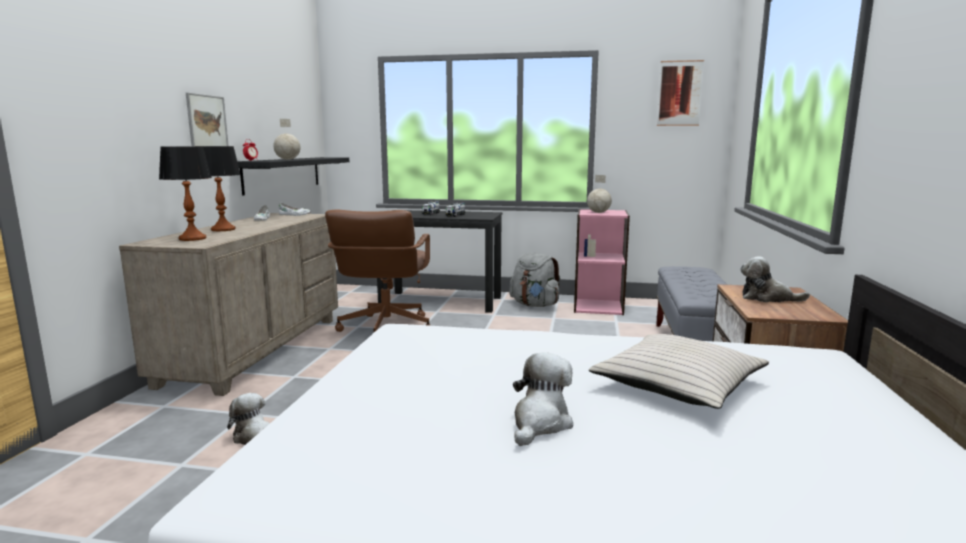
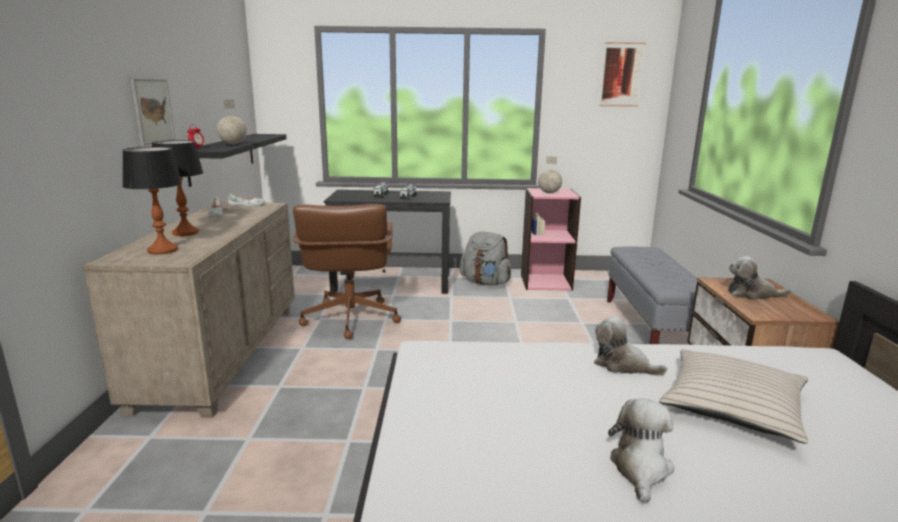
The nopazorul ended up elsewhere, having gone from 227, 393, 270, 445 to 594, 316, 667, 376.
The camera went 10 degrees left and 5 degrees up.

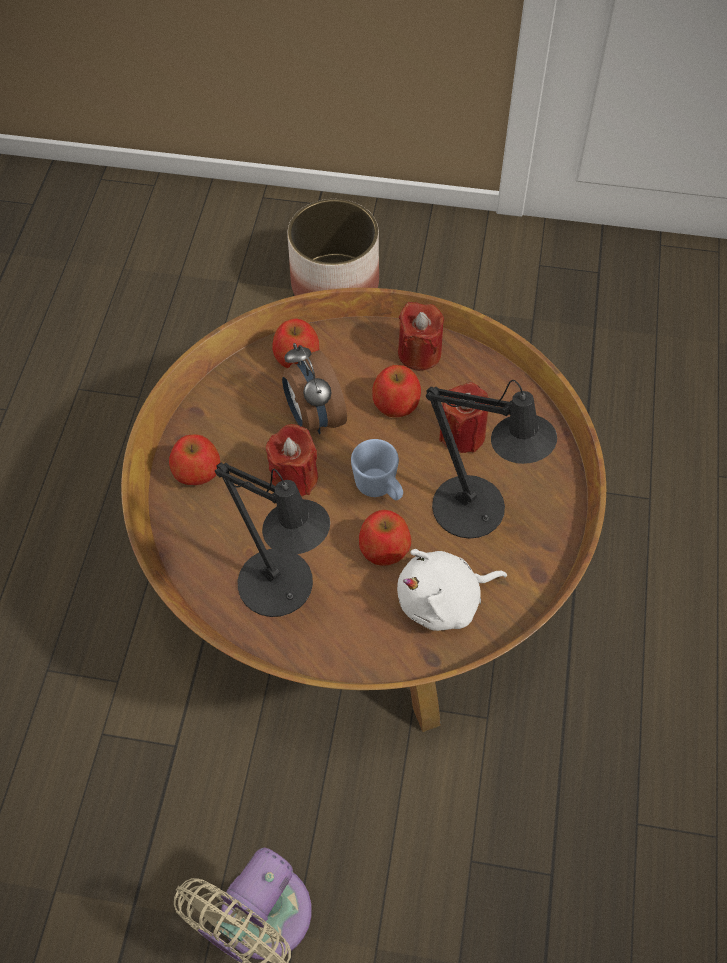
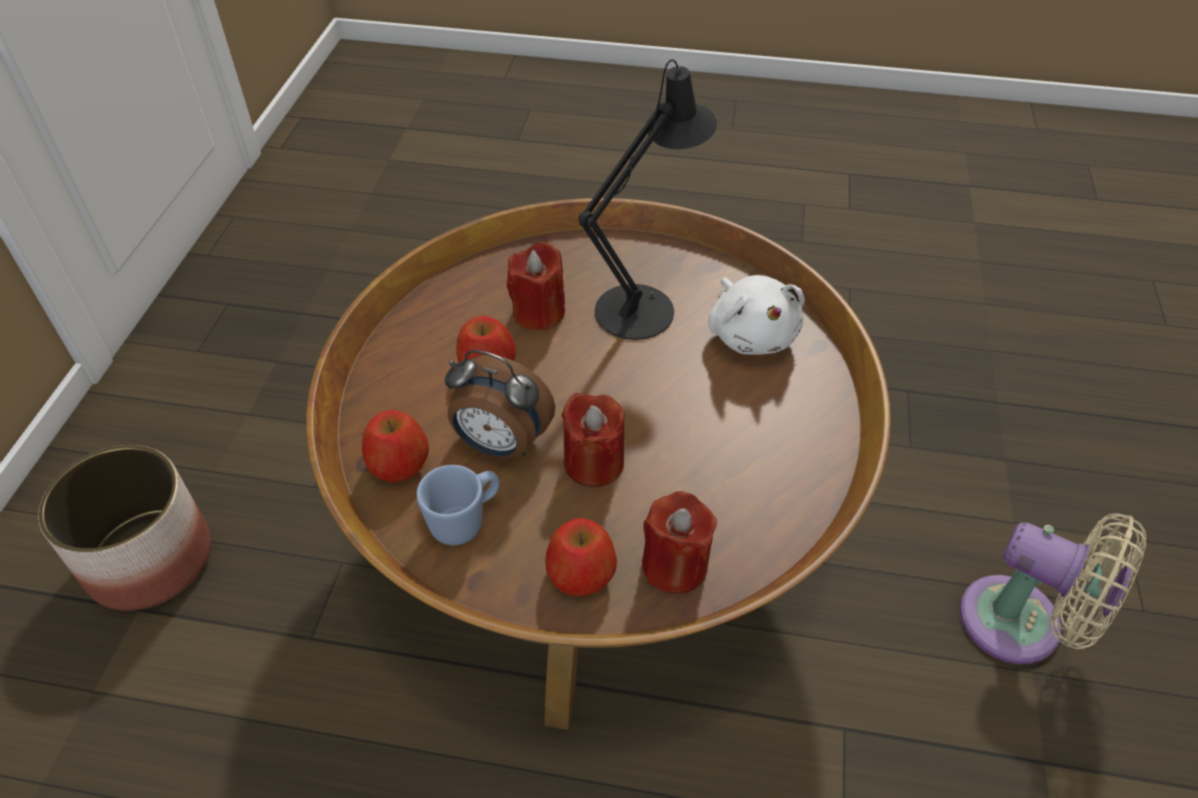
The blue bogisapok ended up elsewhere, having gone from 351, 439, 403, 500 to 416, 465, 500, 545.
The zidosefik at 282, 343, 347, 434 ended up facing another way, 45 degrees clockwise from before.
The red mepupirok ended up elsewhere, having gone from 398, 302, 444, 371 to 642, 491, 717, 594.
The second view lost the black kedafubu at 215, 463, 330, 617.
The second view lost the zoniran at 359, 510, 411, 565.
The camera went 90 degrees left and 10 degrees down.

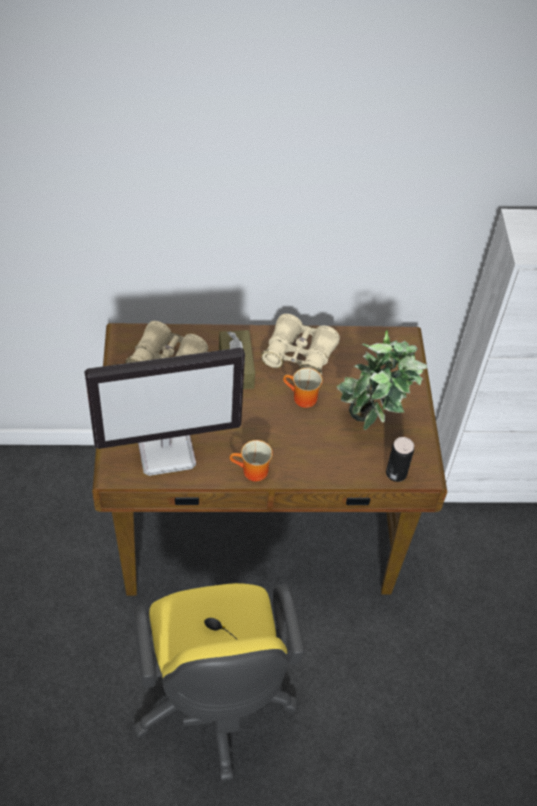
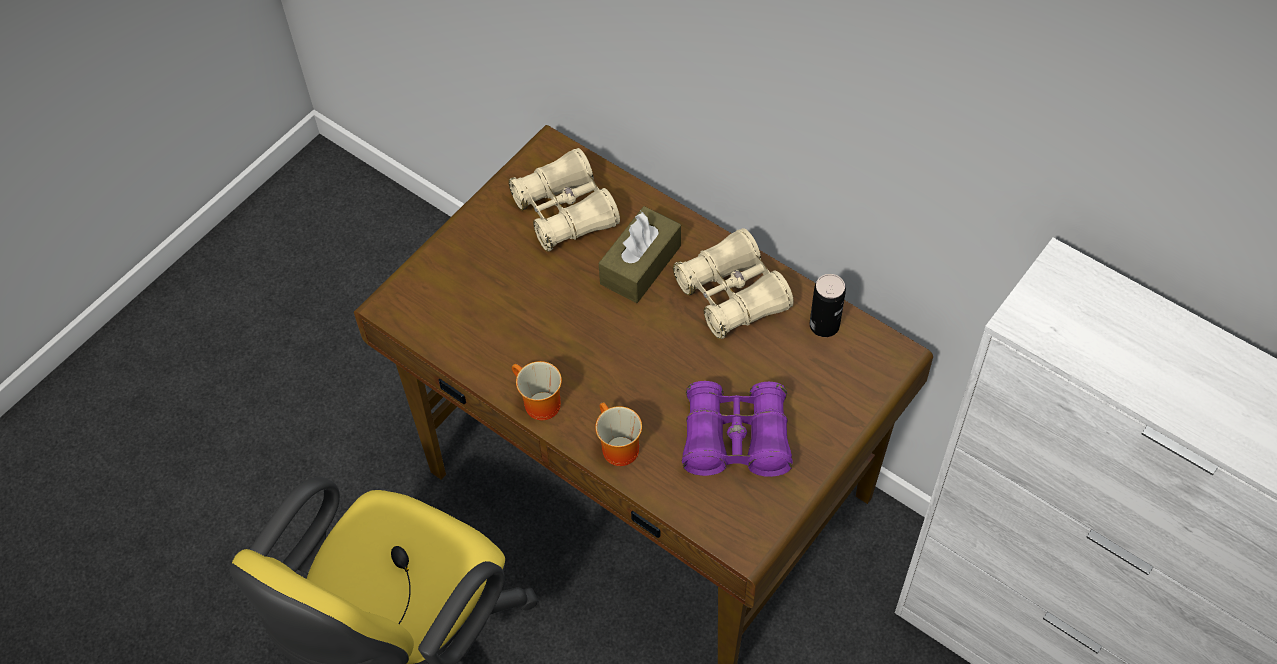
The bogisapok ended up elsewhere, having gone from 283, 368, 322, 408 to 595, 402, 642, 466.
Where the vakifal stood at 337, 330, 428, 430, the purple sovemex came to stand at 682, 381, 793, 477.
The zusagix ended up elsewhere, having gone from 386, 437, 414, 482 to 809, 274, 846, 337.
The second view lost the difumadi at 84, 348, 245, 476.
The camera went 45 degrees right and 5 degrees up.

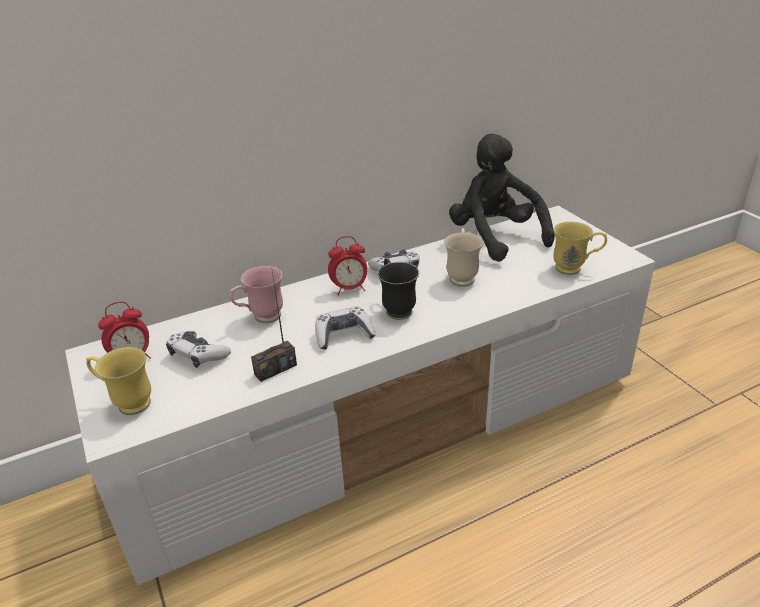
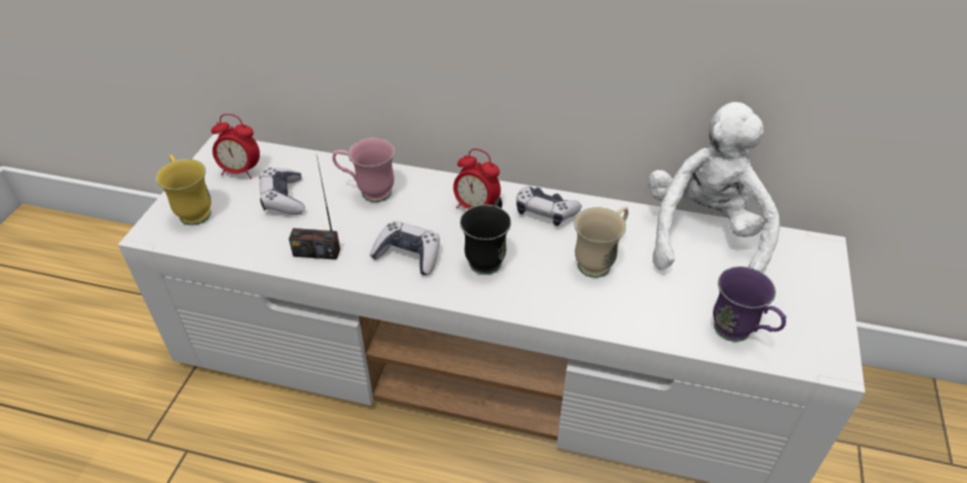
What was the black nopazorul at 449, 134, 555, 262 turned into the white nopazorul at 648, 102, 780, 273.
What was the yellow bogisapok at 553, 222, 607, 275 turned into the purple bogisapok at 713, 266, 786, 342.
The camera went 40 degrees right and 10 degrees up.

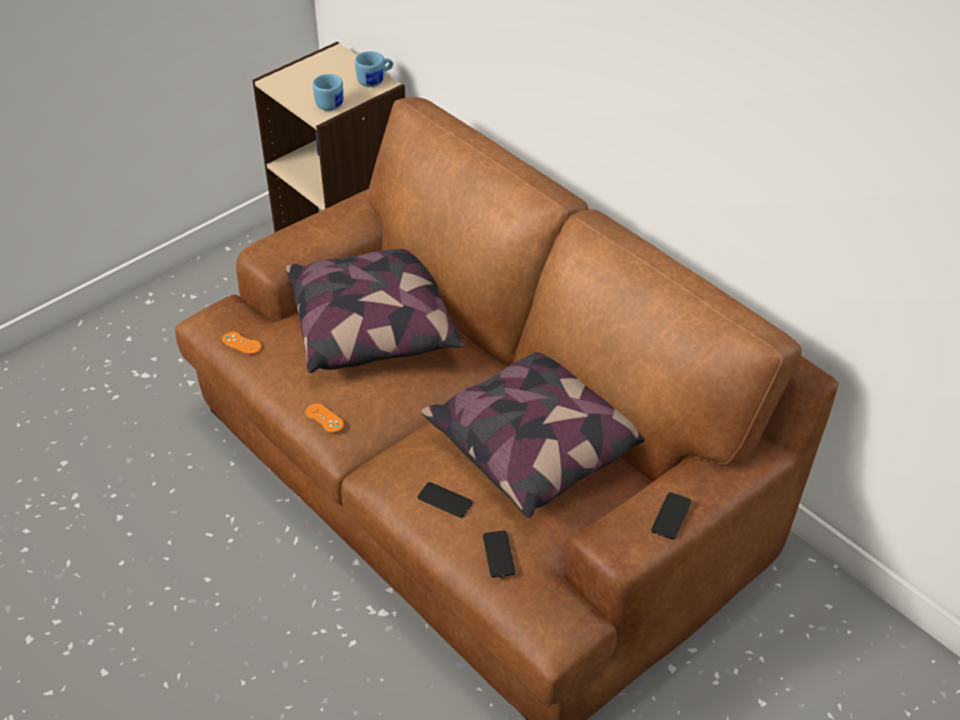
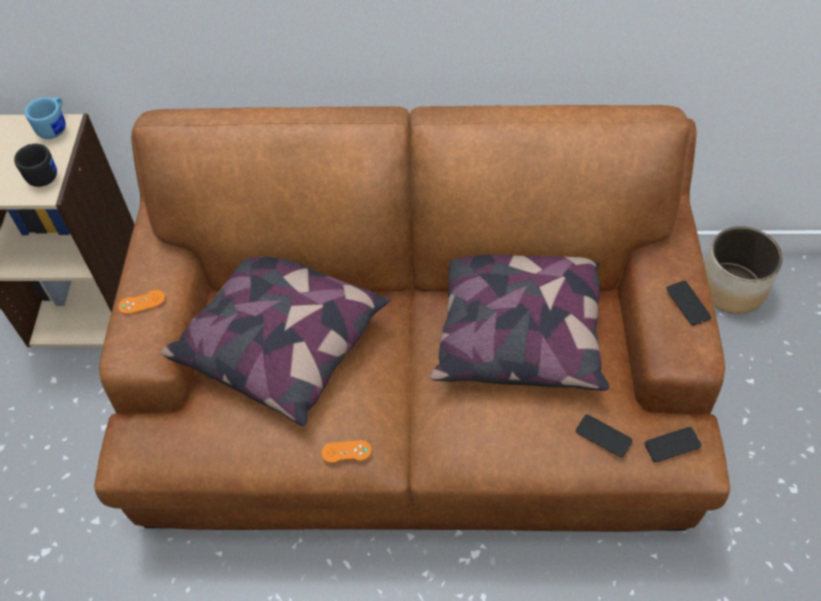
What was the blue bogisapok at 313, 74, 343, 111 turned into the black bogisapok at 14, 144, 57, 187.
The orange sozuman ended up elsewhere, having gone from 222, 332, 261, 354 to 118, 290, 165, 314.
The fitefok ended up elsewhere, having gone from 418, 482, 473, 518 to 644, 427, 702, 462.
The second view gained the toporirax at 704, 226, 783, 314.
The camera went 45 degrees left and 10 degrees up.

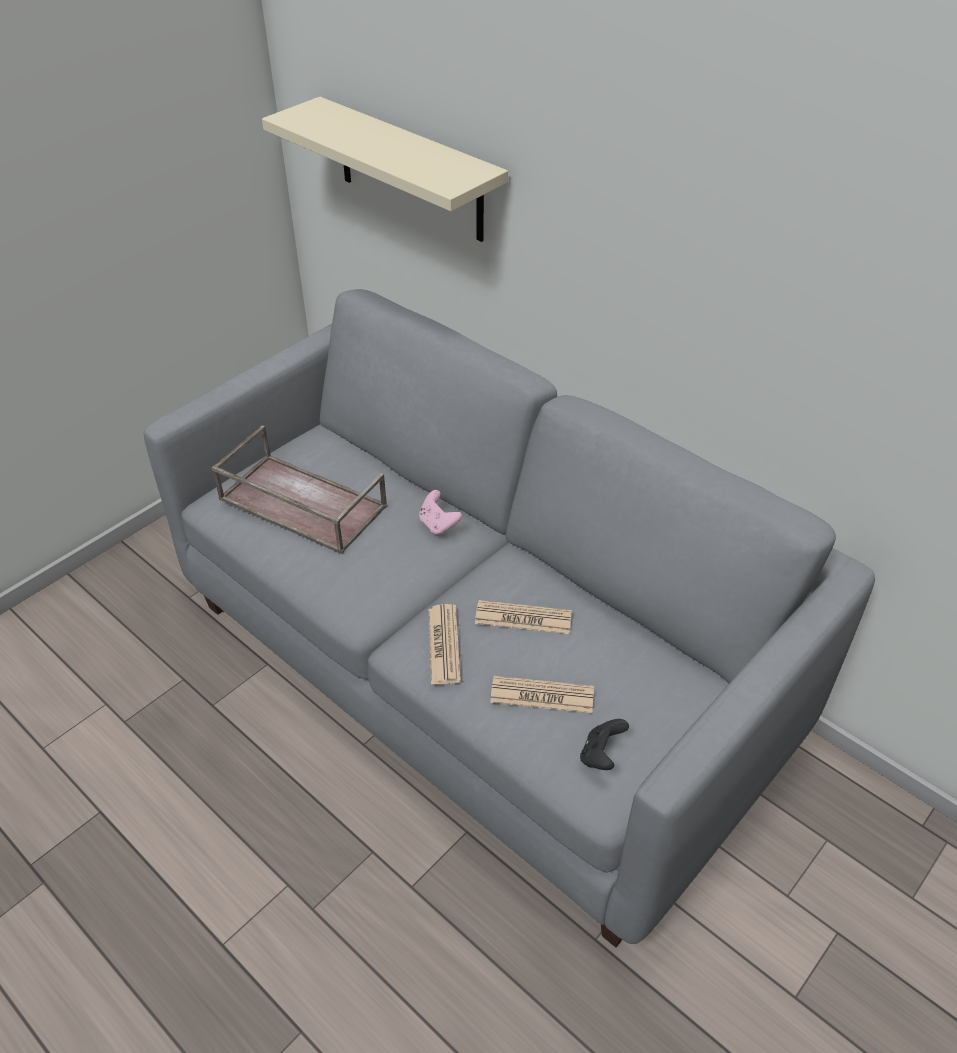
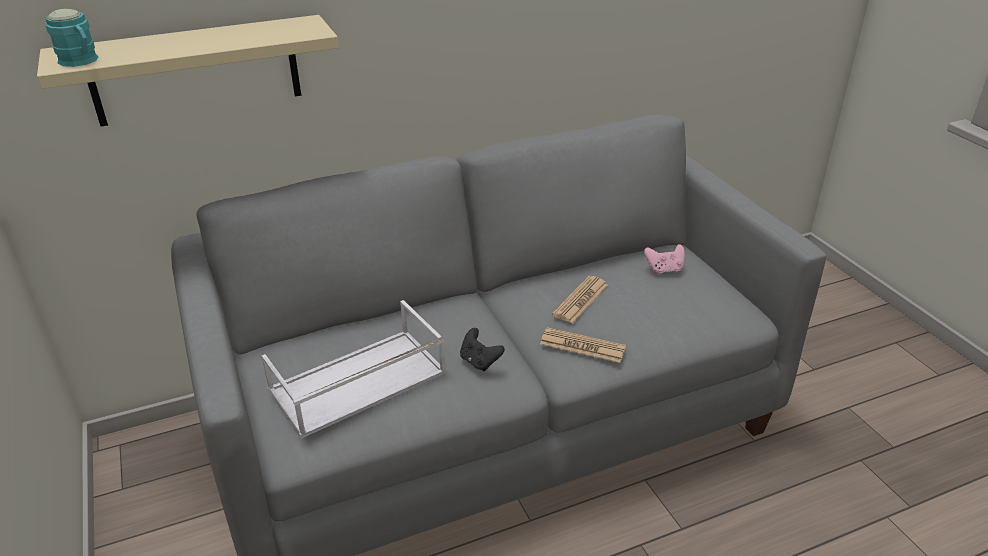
The second view gained the turquoise bogisapok at 46, 9, 98, 67.
What was the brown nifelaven at 211, 425, 387, 554 turned into the white nifelaven at 261, 300, 446, 438.
The black sozuman ended up elsewhere, having gone from 580, 719, 629, 770 to 460, 328, 505, 371.
The pink sozuman ended up elsewhere, having gone from 419, 490, 462, 536 to 644, 244, 685, 274.
The second view lost the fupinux at 490, 676, 594, 713.
The camera went 65 degrees left and 10 degrees down.

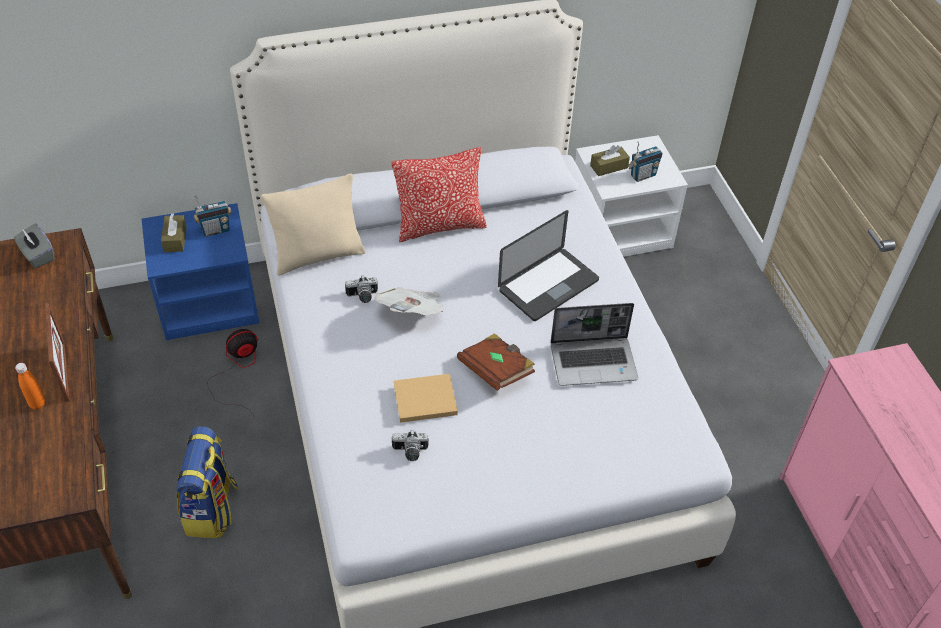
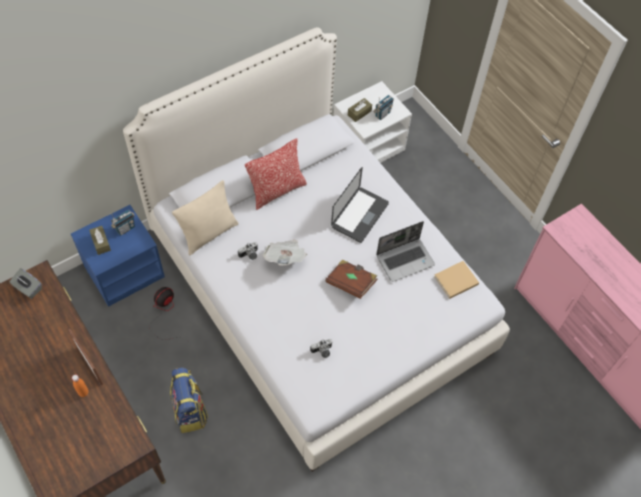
The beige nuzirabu ended up elsewhere, having gone from 394, 374, 458, 423 to 434, 261, 479, 299.
The camera went 20 degrees left and 10 degrees up.

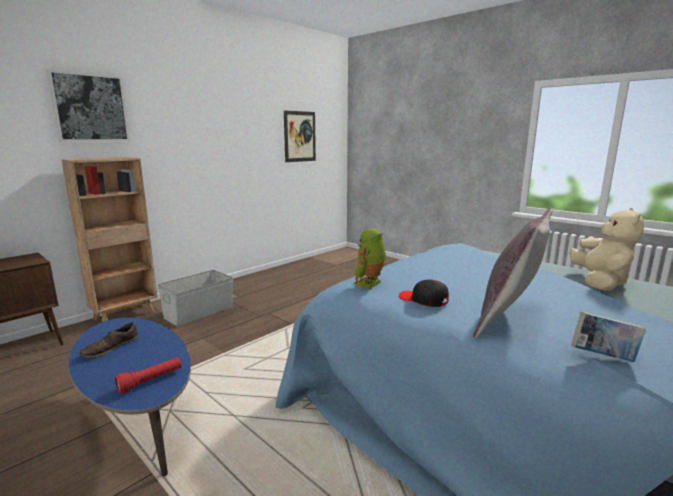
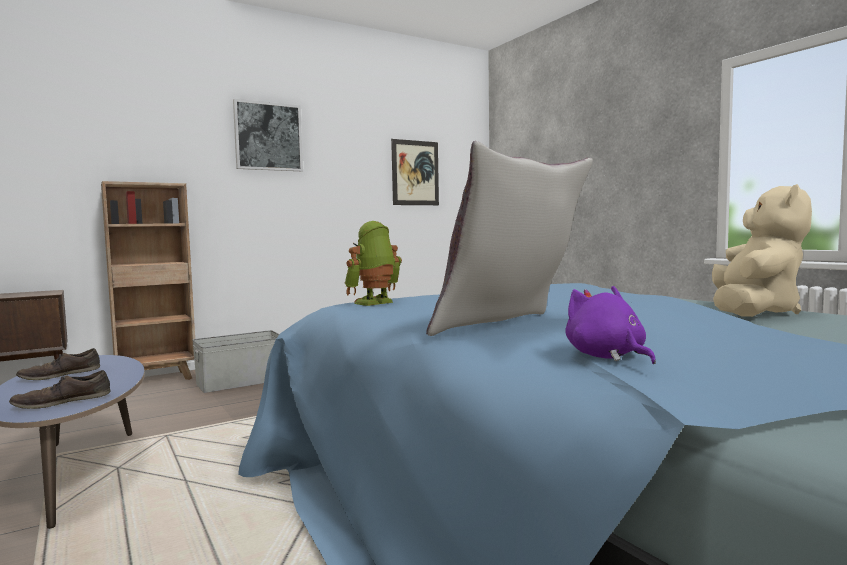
Where the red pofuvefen stood at 115, 357, 181, 394, the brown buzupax came to stand at 9, 370, 111, 409.
The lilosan ended up elsewhere, having gone from 46, 69, 130, 142 to 233, 99, 303, 171.
Where the nuzirabu stood at 572, 311, 646, 362, the purple nopazorul came to stand at 565, 286, 656, 364.
The second view lost the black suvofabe at 399, 279, 449, 307.
The camera went 15 degrees right and 10 degrees down.

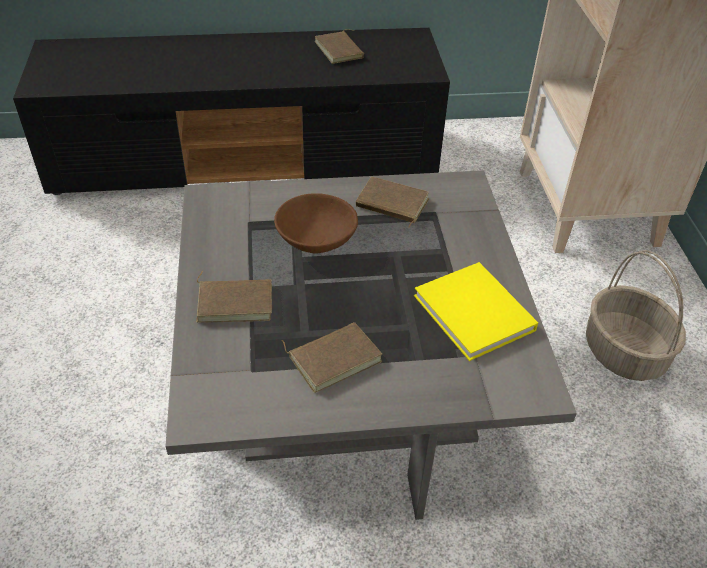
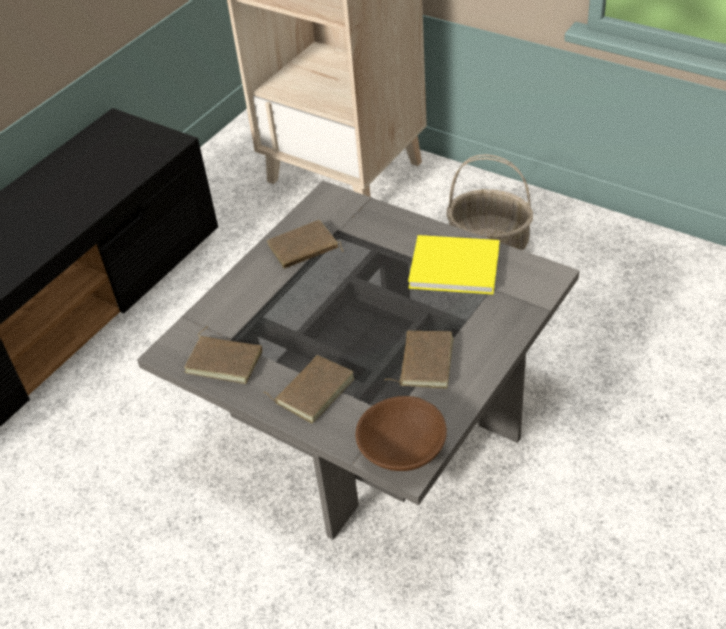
The brown nuzirabu ended up elsewhere, having gone from 315, 29, 364, 64 to 184, 326, 262, 384.
The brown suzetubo ended up elsewhere, having gone from 274, 193, 358, 253 to 355, 396, 447, 471.
The camera went 45 degrees left and 0 degrees up.

